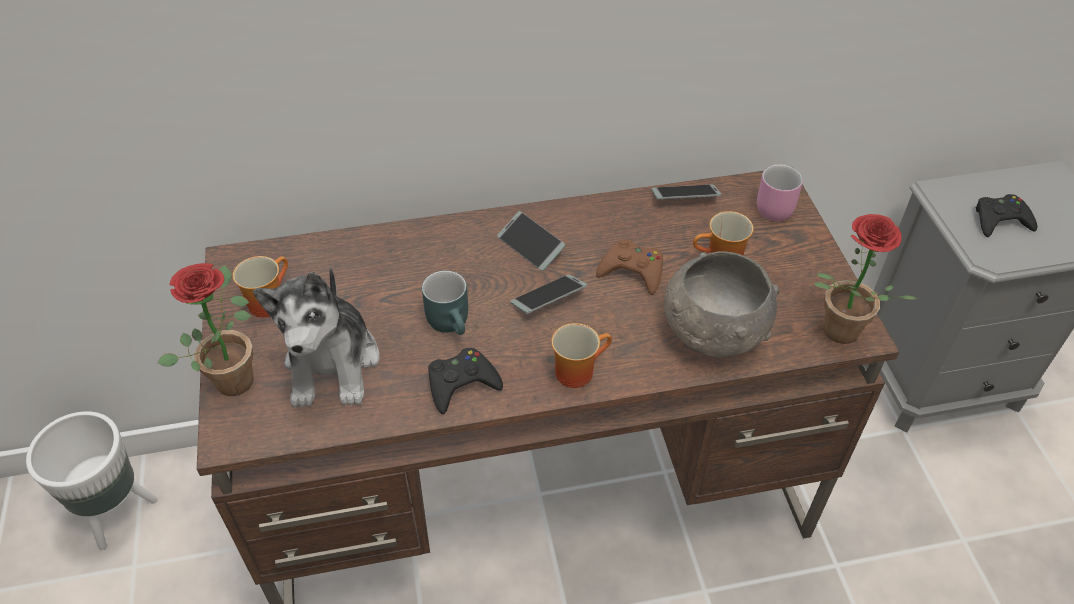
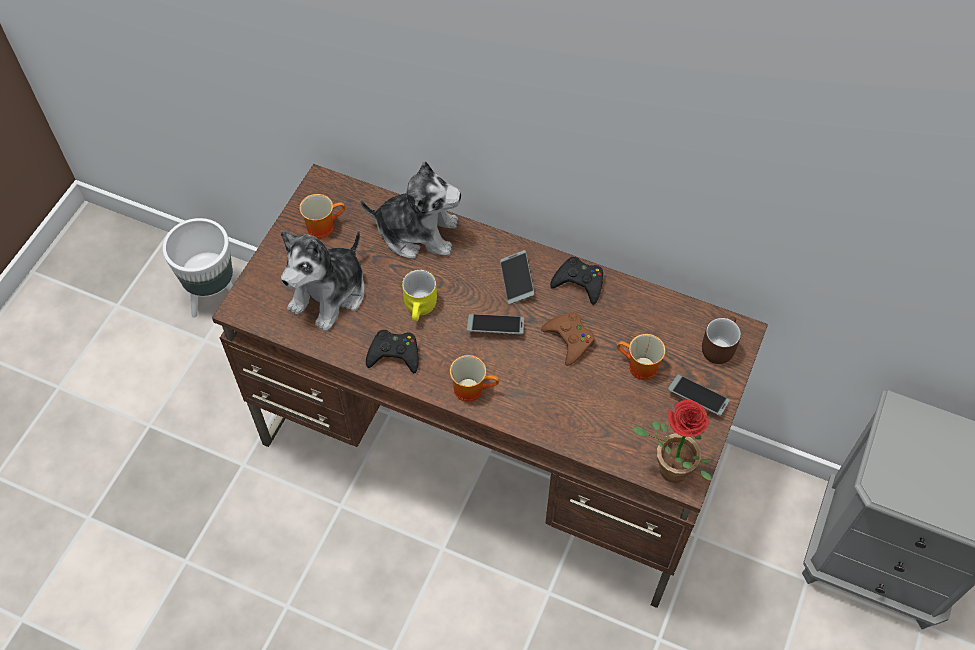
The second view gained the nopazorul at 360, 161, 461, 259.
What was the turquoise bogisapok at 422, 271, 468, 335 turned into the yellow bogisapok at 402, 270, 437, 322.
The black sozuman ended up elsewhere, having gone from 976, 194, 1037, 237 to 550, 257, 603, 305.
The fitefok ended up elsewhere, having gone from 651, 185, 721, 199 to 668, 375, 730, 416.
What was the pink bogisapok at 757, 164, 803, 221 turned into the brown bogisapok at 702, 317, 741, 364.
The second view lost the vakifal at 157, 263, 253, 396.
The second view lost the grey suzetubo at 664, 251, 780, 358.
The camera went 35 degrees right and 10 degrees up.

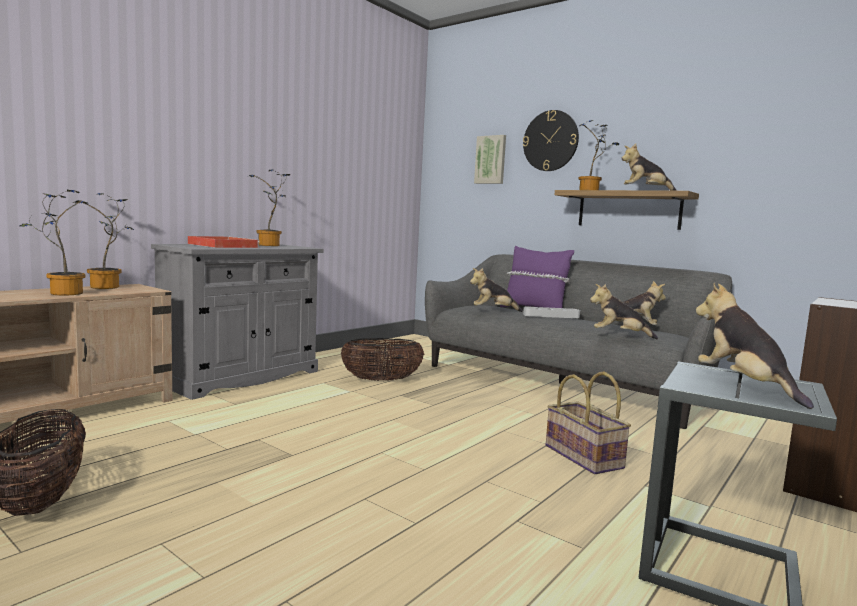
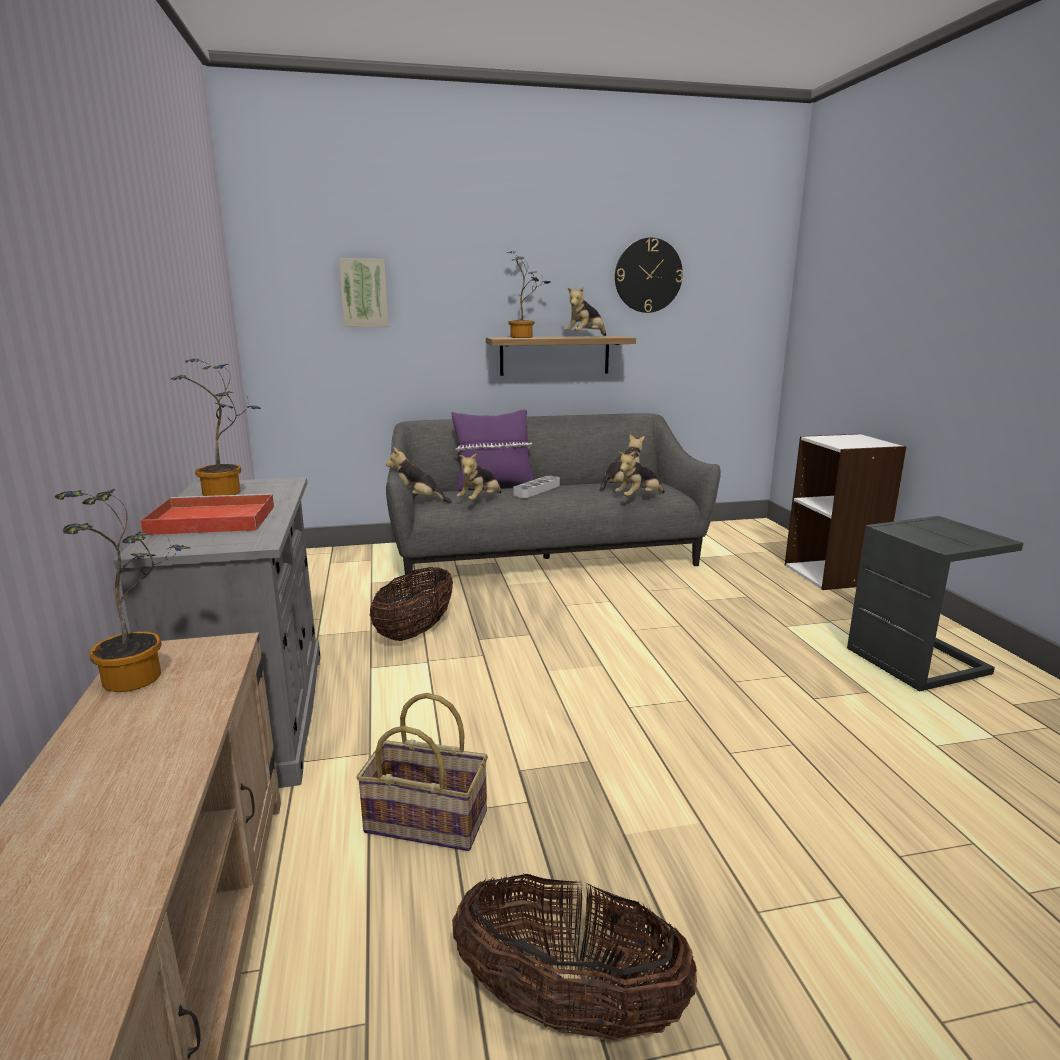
The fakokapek ended up elsewhere, having gone from 546, 371, 631, 474 to 356, 693, 488, 851.
The nopazorul ended up elsewhere, having gone from 696, 283, 814, 409 to 385, 447, 452, 503.
The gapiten ended up elsewhere, having gone from 523, 110, 579, 171 to 615, 238, 683, 313.
The second view lost the vakifal at 20, 189, 87, 295.
The camera went 50 degrees left and 10 degrees up.

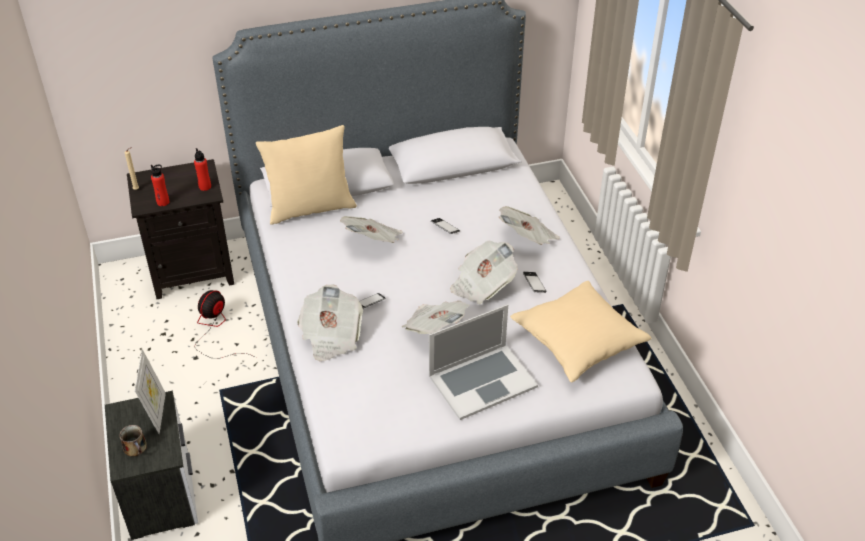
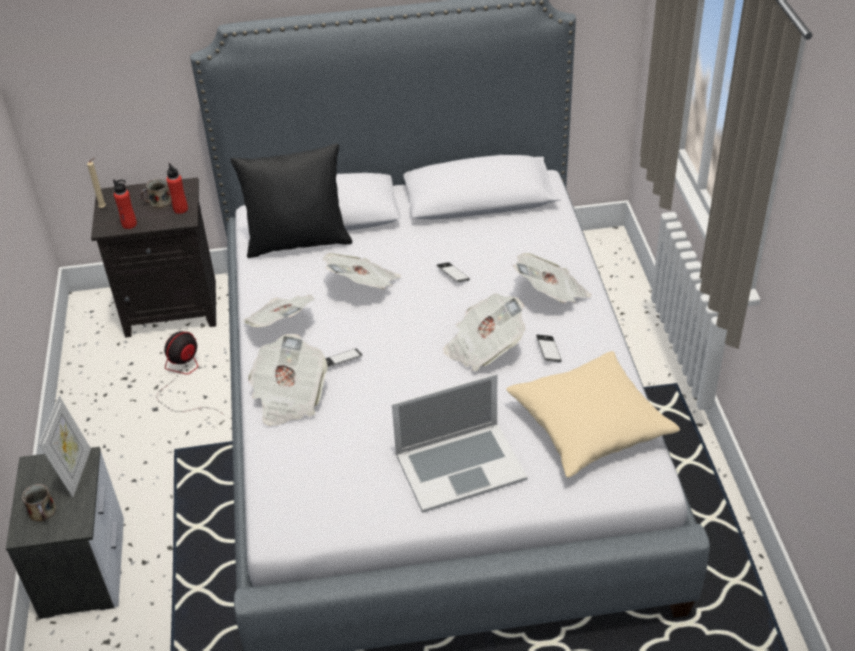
The second view gained the bogisapok at 140, 179, 172, 208.
What was the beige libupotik at 256, 125, 357, 225 turned into the black libupotik at 230, 143, 353, 258.
The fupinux ended up elsewhere, having gone from 402, 301, 470, 334 to 243, 295, 315, 327.
The camera went 10 degrees right and 0 degrees up.

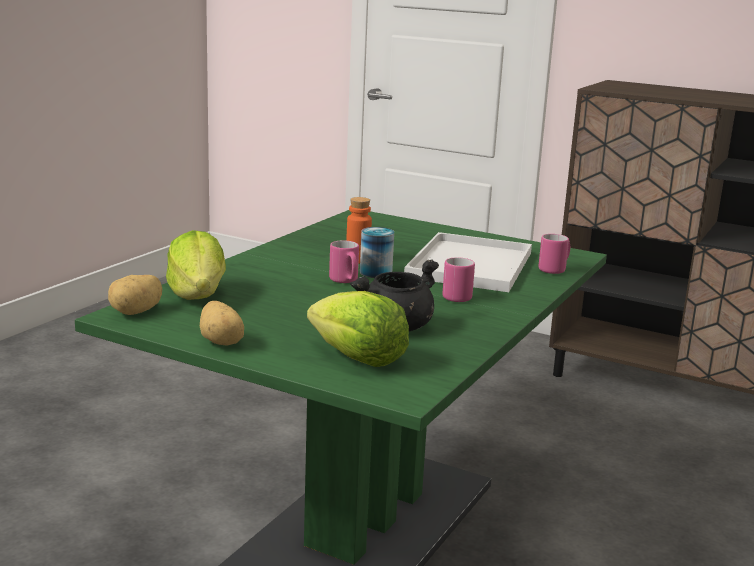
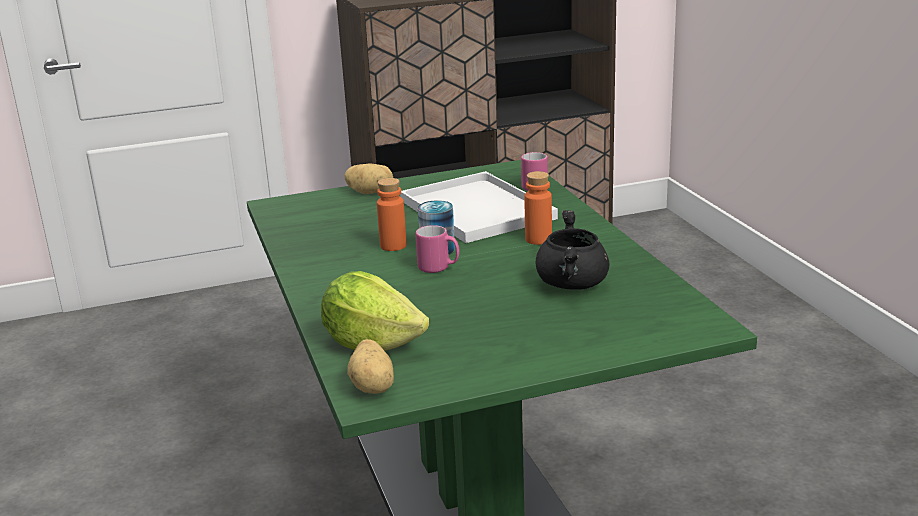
The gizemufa ended up elsewhere, having gone from 200, 301, 244, 346 to 345, 163, 393, 194.
Where the pink bogisapok stood at 442, 257, 475, 302, the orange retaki came to stand at 524, 171, 552, 245.
The second view lost the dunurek at 307, 291, 409, 367.
The camera went 45 degrees left and 5 degrees up.

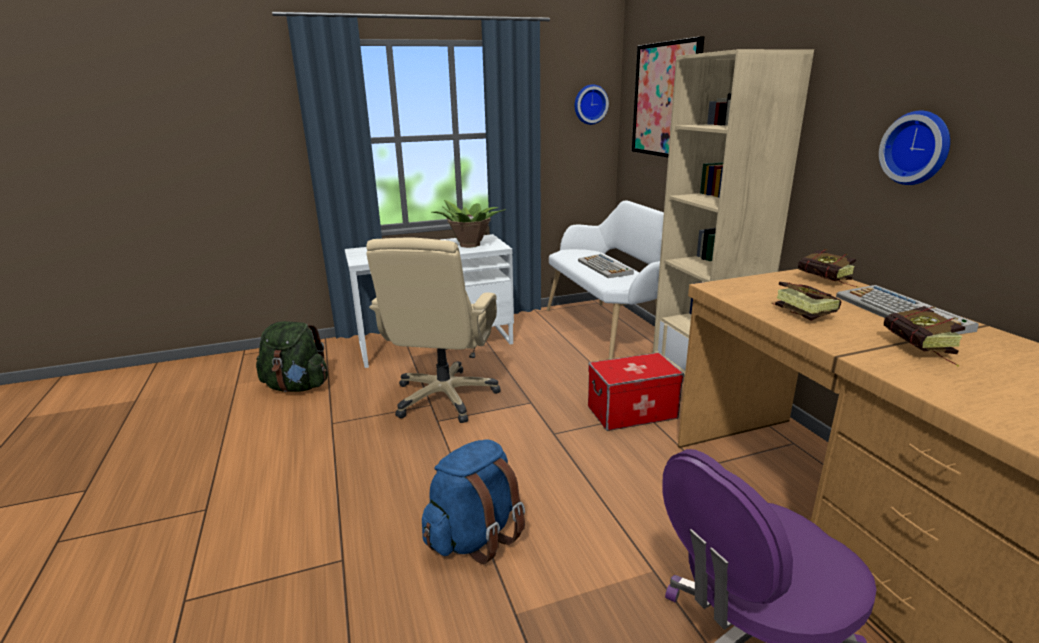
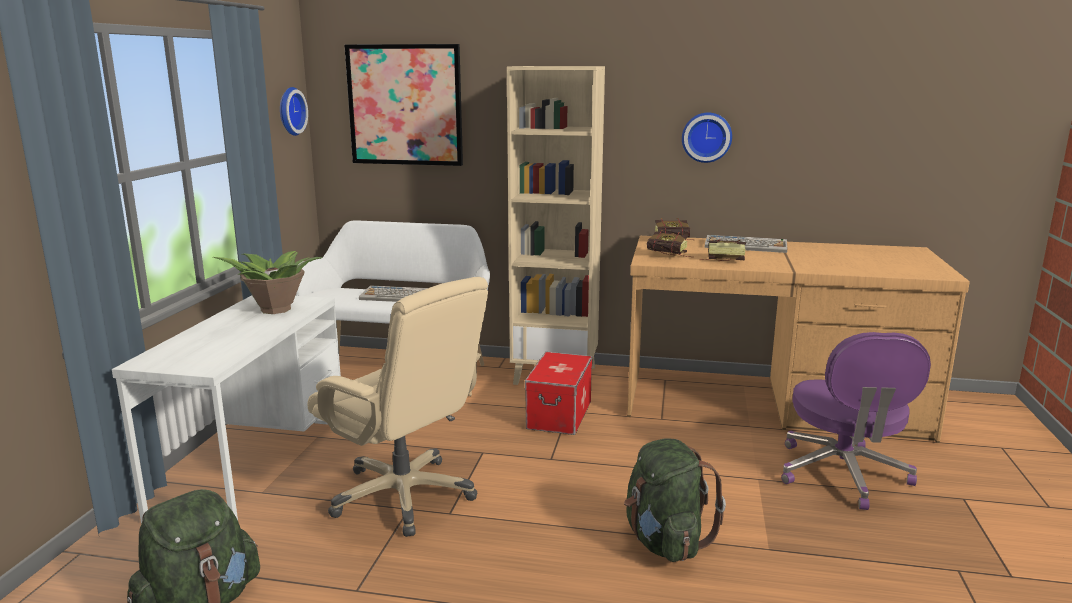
What was the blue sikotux at 422, 439, 525, 564 turned into the green sikotux at 624, 439, 726, 562.
The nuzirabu ended up elsewhere, having gone from 884, 306, 965, 367 to 647, 230, 694, 258.
The camera went 60 degrees left and 5 degrees down.

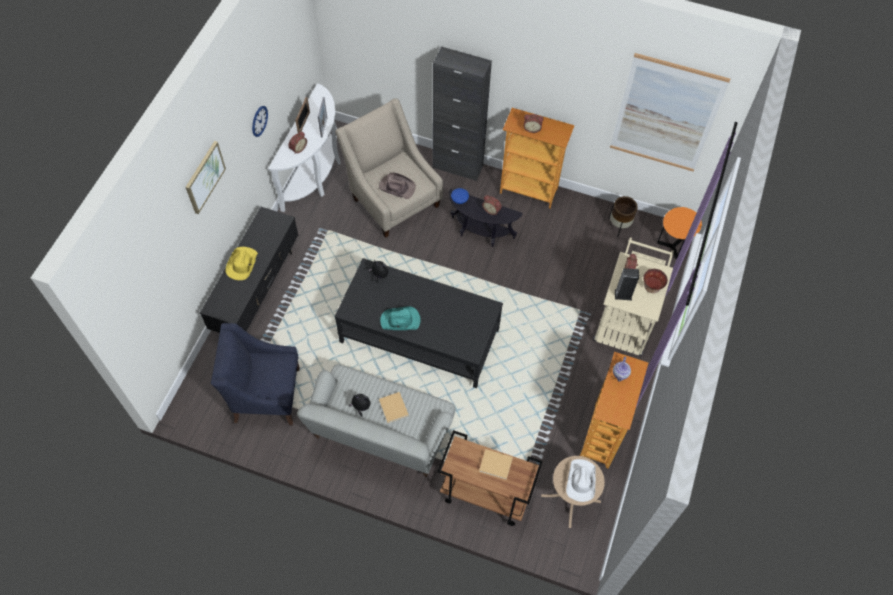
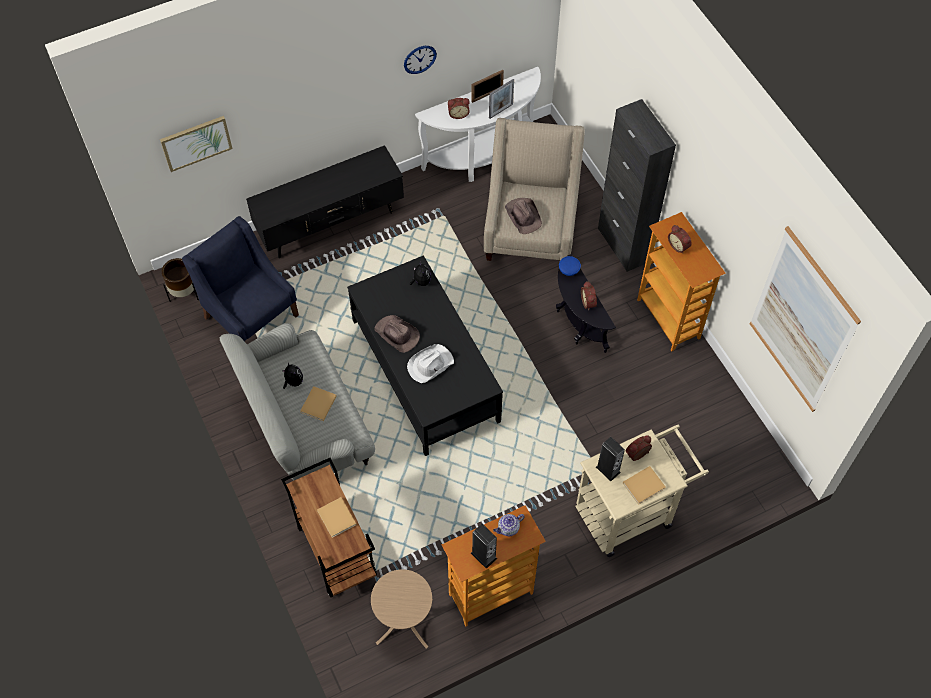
The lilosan ended up elsewhere, having gone from 186, 141, 226, 214 to 160, 116, 232, 172.
The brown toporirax ended up elsewhere, having gone from 609, 196, 638, 237 to 162, 258, 199, 301.
What was the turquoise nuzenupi at 380, 307, 421, 330 turned into the brown nuzenupi at 374, 315, 420, 353.
The white nuzenupi ended up elsewhere, having gone from 566, 459, 596, 502 to 407, 344, 454, 383.
The second view gained the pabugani at 471, 524, 497, 569.
Where the suzetubo stood at 643, 269, 668, 293, the beige nuzirabu came to stand at 623, 466, 666, 505.
The second view lost the yellow nuzenupi at 226, 247, 258, 280.
The second view lost the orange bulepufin at 657, 207, 702, 259.
The camera went 45 degrees right and 0 degrees up.

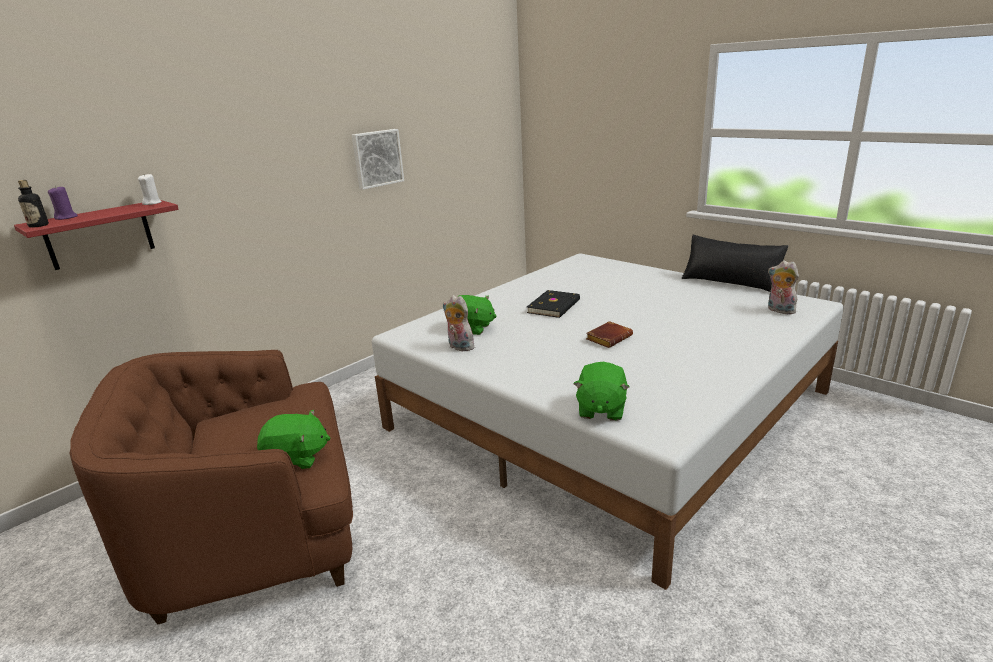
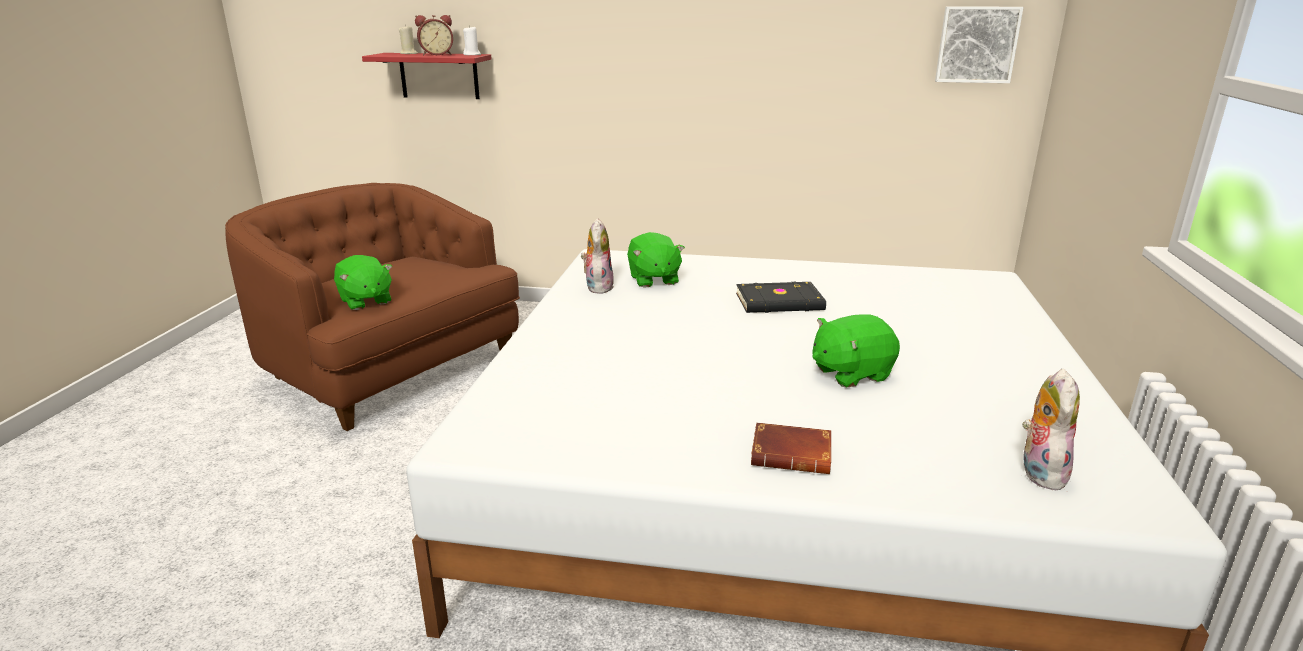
What was the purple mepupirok at 48, 186, 78, 220 turned into the beige mepupirok at 399, 25, 418, 54.
The second view gained the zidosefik at 415, 15, 453, 56.
The brown nuzirabu ended up elsewhere, having gone from 586, 321, 633, 348 to 751, 423, 831, 474.
The green nopazorul ended up elsewhere, having gone from 573, 362, 630, 421 to 812, 314, 900, 387.
The lilosan ended up elsewhere, having gone from 352, 129, 404, 190 to 935, 6, 1024, 83.
The second view lost the retaki at 18, 180, 49, 228.
The second view lost the black libupotik at 681, 235, 788, 292.
The camera went 55 degrees right and 0 degrees up.

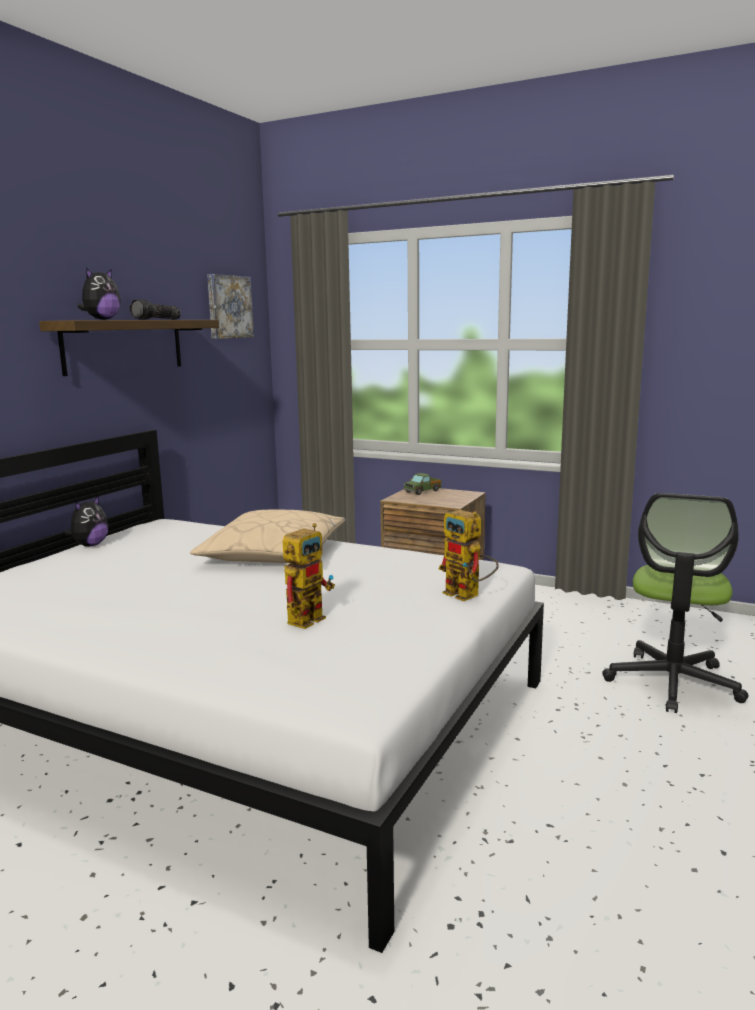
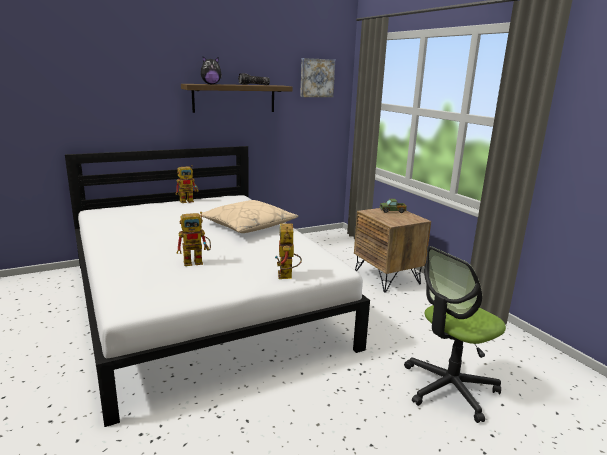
Where the nopazorul stood at 64, 495, 109, 547, the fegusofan came to stand at 176, 165, 199, 203.
The camera went 35 degrees right and 5 degrees up.

